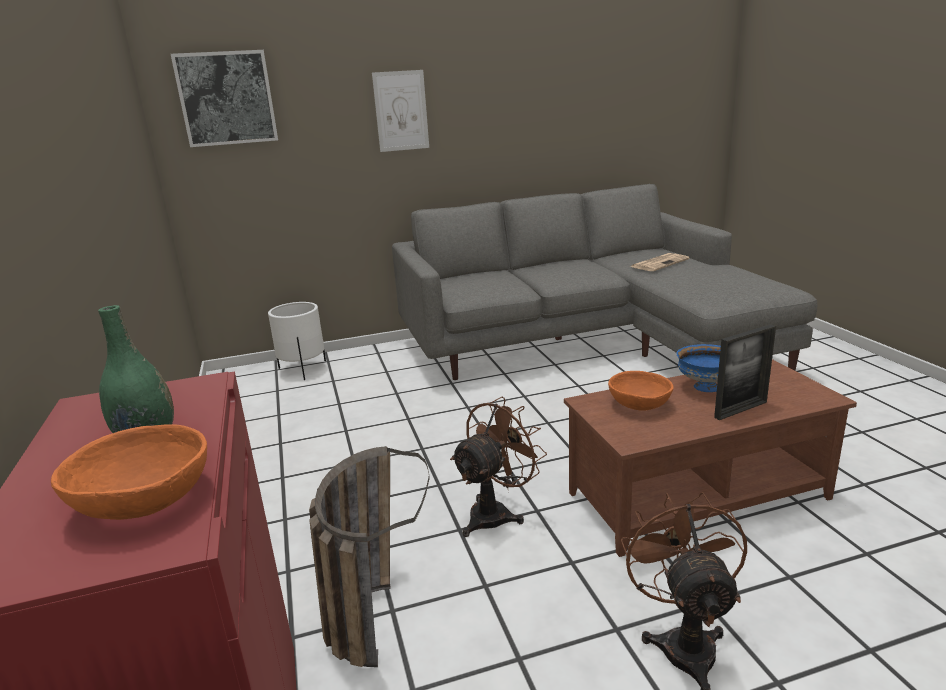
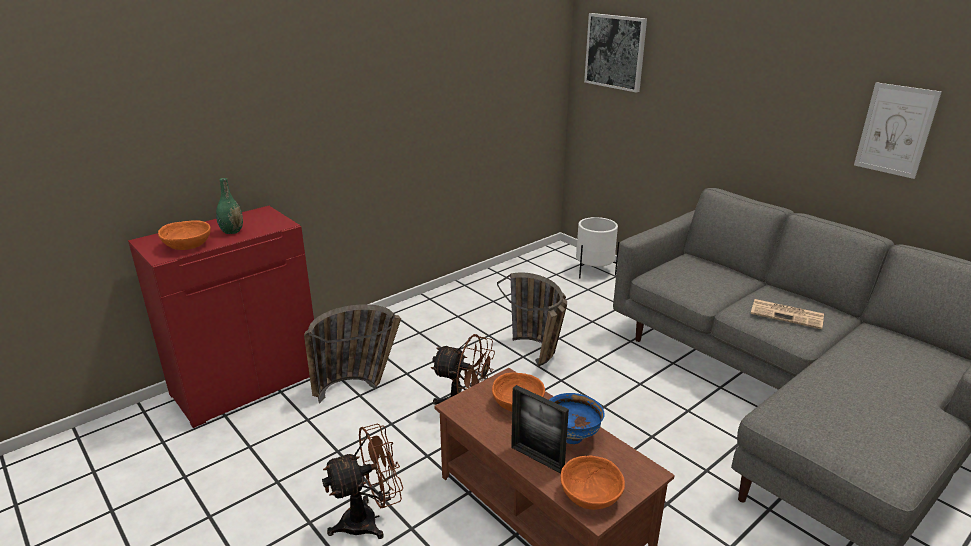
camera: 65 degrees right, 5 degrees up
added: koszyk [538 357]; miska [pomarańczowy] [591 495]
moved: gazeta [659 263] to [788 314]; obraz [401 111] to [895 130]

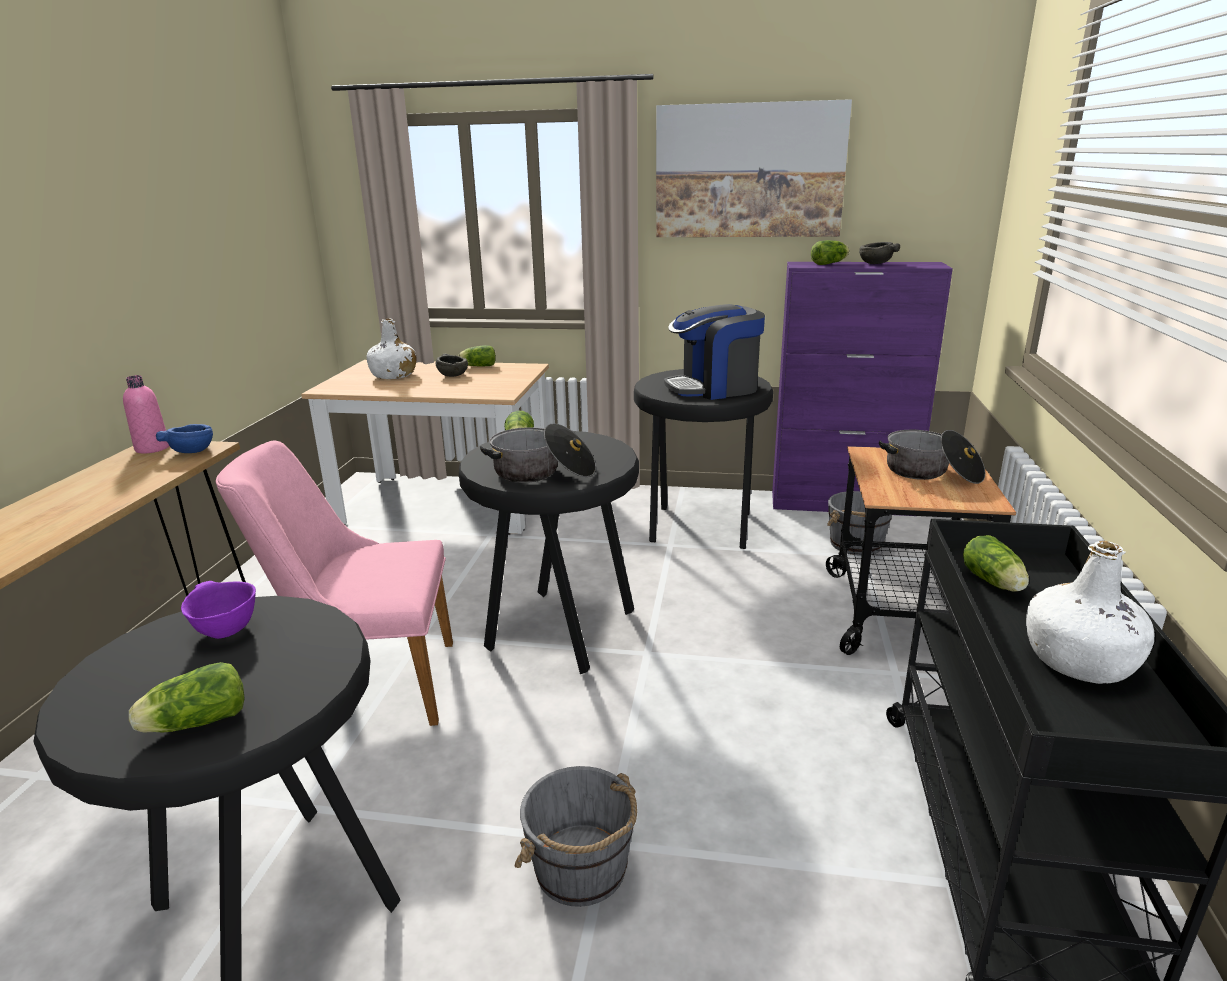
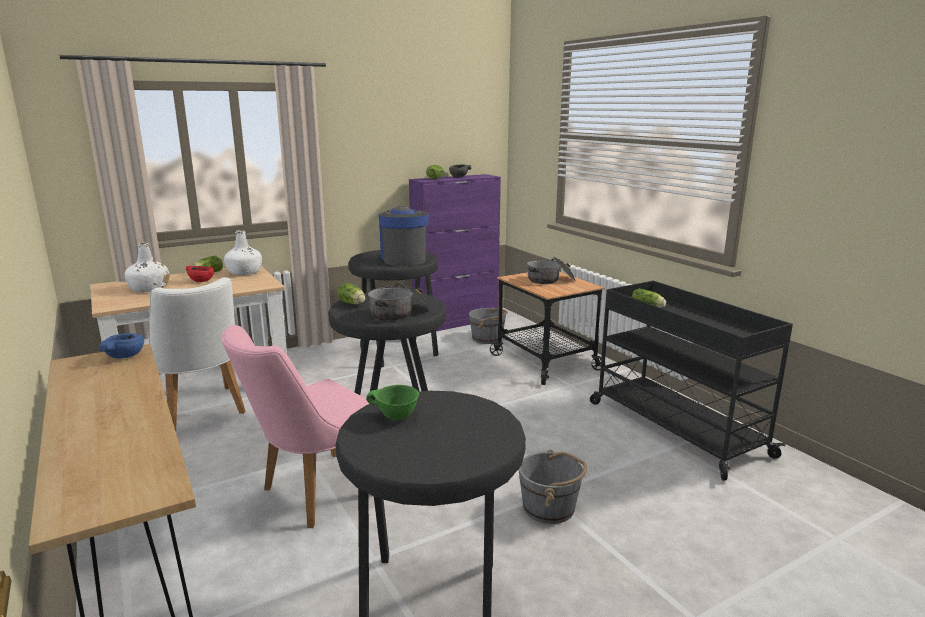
camera: 40 degrees left, 5 degrees down
removed: butelka [różowy] [152 448]; sałata [193 723]; obraz [749 171]
added: krzesło [biały] [201 412]
moved: butelka [biały] [1080 661] to [245 272]
recoloured: miska [szary] [453 375] to miska [czerwony] [201 281]; miska [fioletowy] [224 631] to miska [zielony] [396 417]
turned: ekspres do kawy [714 388] = [403 258] 135 degrees clockwise

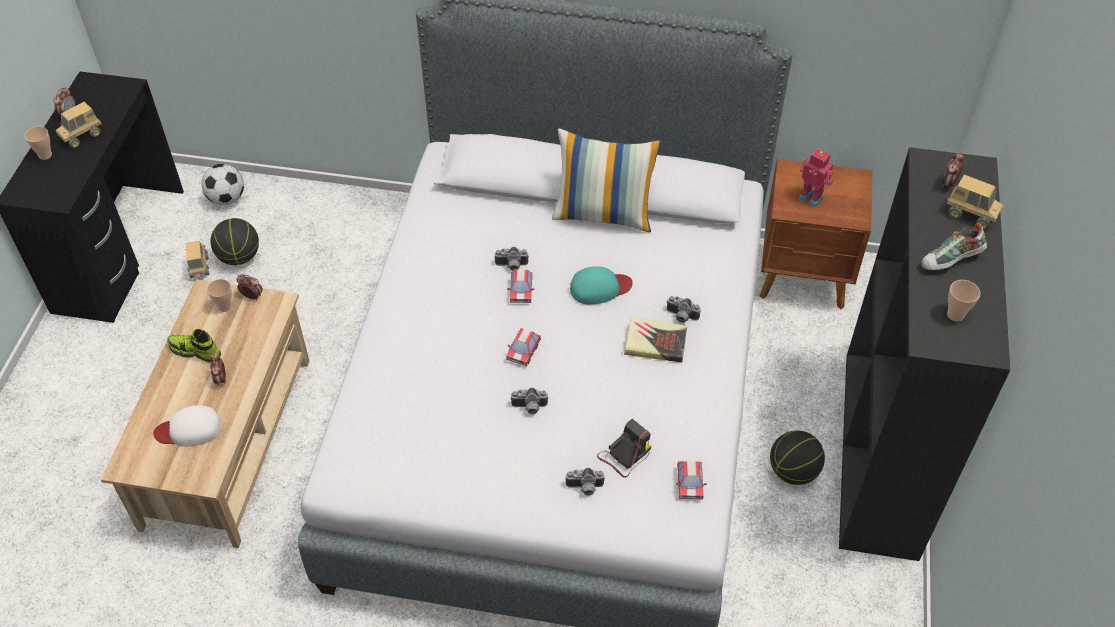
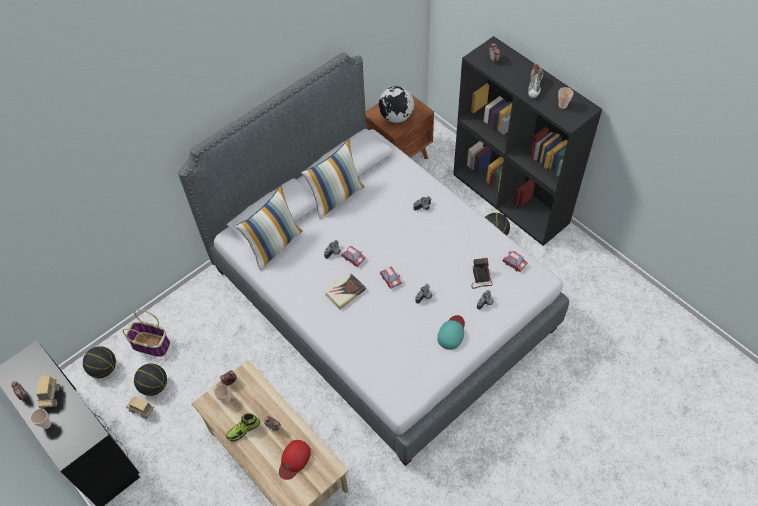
camera: 50 degrees left, 5 degrees up
removed: ciężarówka zabawkowa [970 215]
added: koszyk [151 344]; poduszka [274 245]
moved: książka [655 343] to [345 292]; czapka z daszkiem [turkusowy] [600 288] to [452 333]
replaced: piłka futbolowa [227 198] to piłka do koszykówki [104 369]; robot zabawkowy [811 197] to globus [396 117]
recoloured: czapka z daszkiem [biały] [189 429] to czapka z daszkiem [czerwony] [294 460]

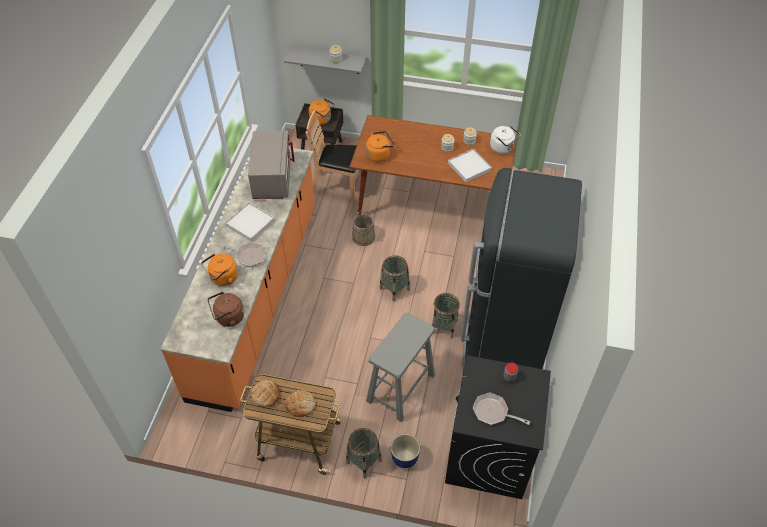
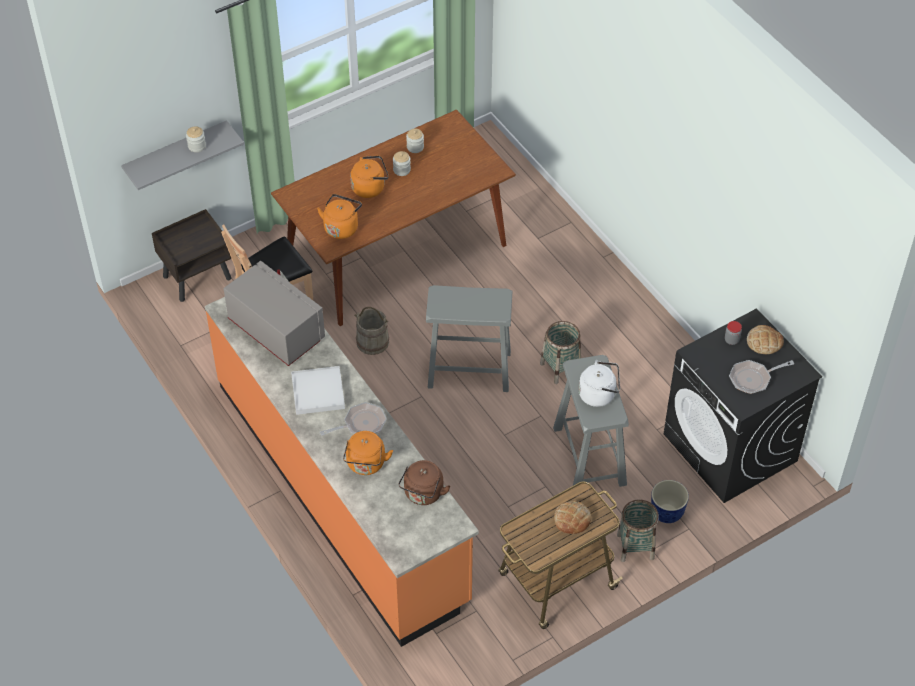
camera: 45 degrees left, 0 degrees up
removed: taca [biały] [469 167]; lodówka [czarny] [502 347]
moved: czajnik [pomarańczowy] [322 119] to [370 187]; czajnik [biały] [503 148] to [599 394]; chleb [266 395] to [764 342]
replaced: koszyk [394 289] to stołek [szary] [470 369]

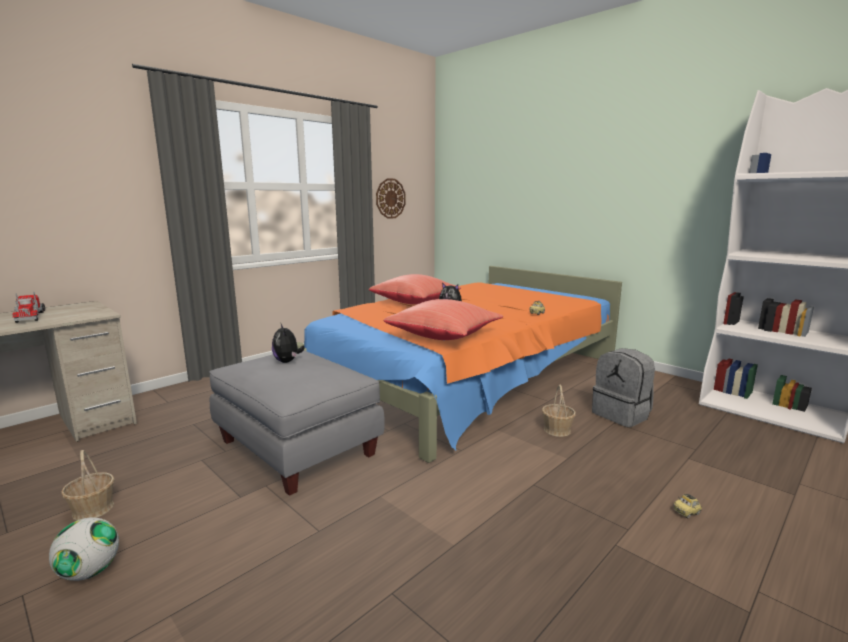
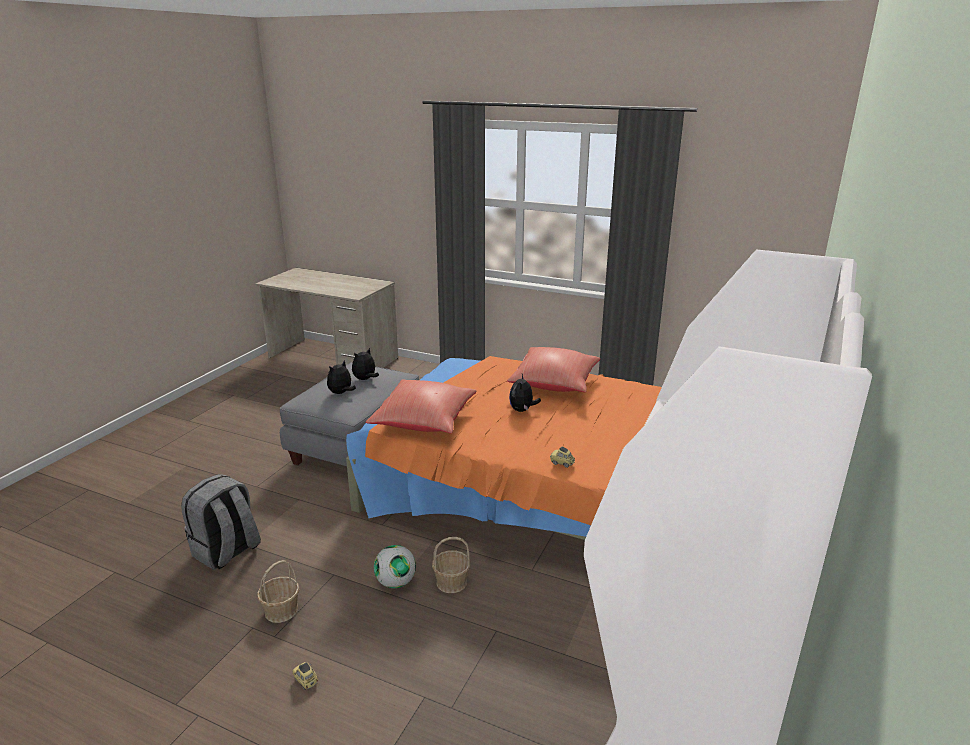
camera: 70 degrees right, 10 degrees up
removed: ciężarówka zabawkowa [31 316]; zegar ścienny [390 198]
added: pluszak [341 393]
moved: plecak [szary] [621 415] to [227 552]; koszyk [93 509] to [281 610]; piłka futbolowa [90 572] to [395 582]

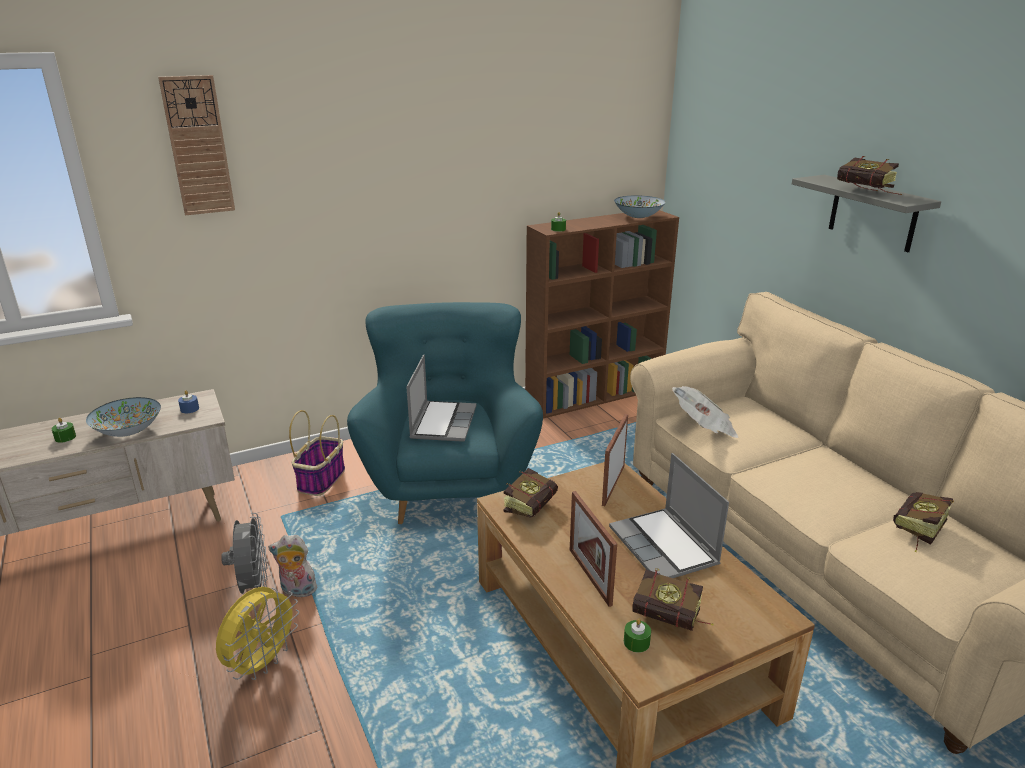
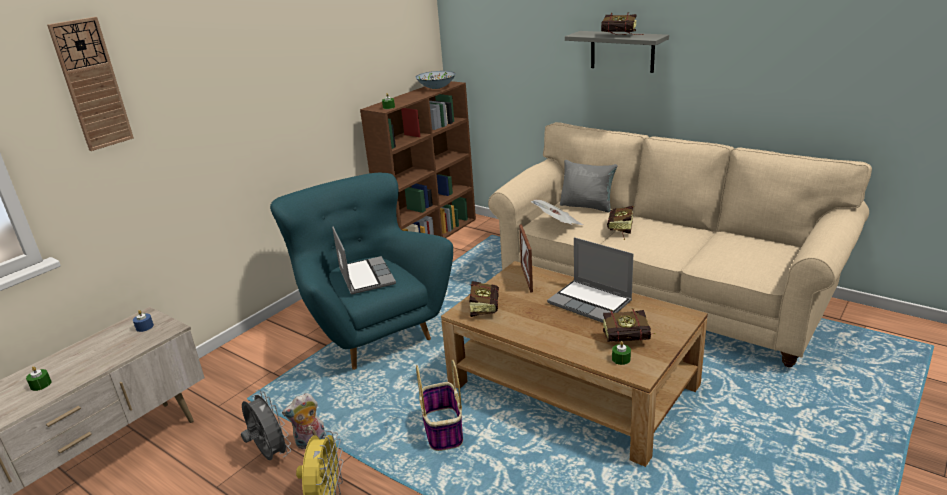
camera: 25 degrees left, 0 degrees up
removed: miska [128 431]; ramka na zdjęcie [589 576]
added: poduszka [szary] [587 206]
moved: koszyk [321 479] to [443 429]; książka [916 532] to [620 231]

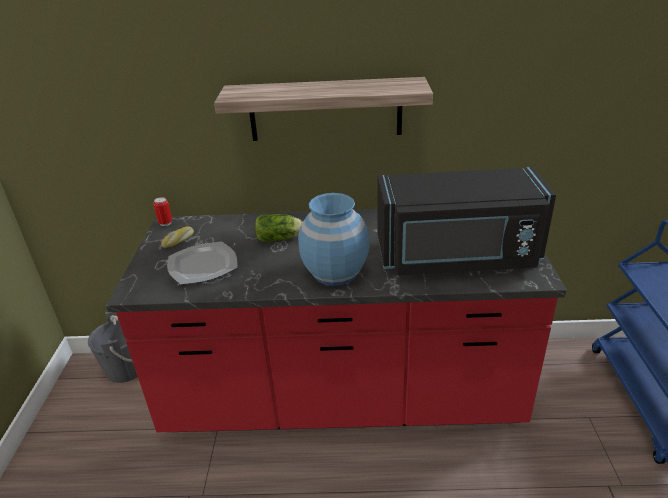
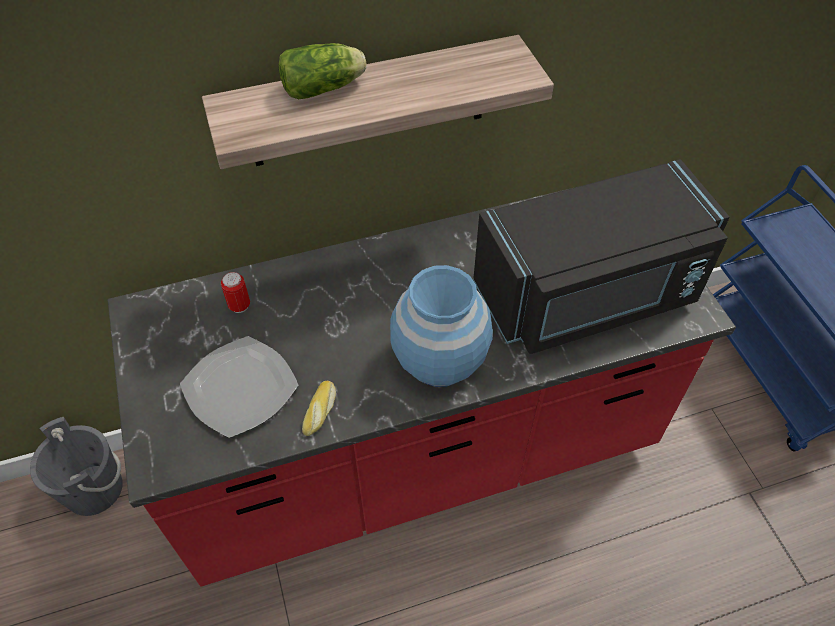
camera: 20 degrees left, 20 degrees up
moved: puszka [165 223] to [239 306]; sałata [281 238] to [325 88]; chleb [179 240] to [321 411]

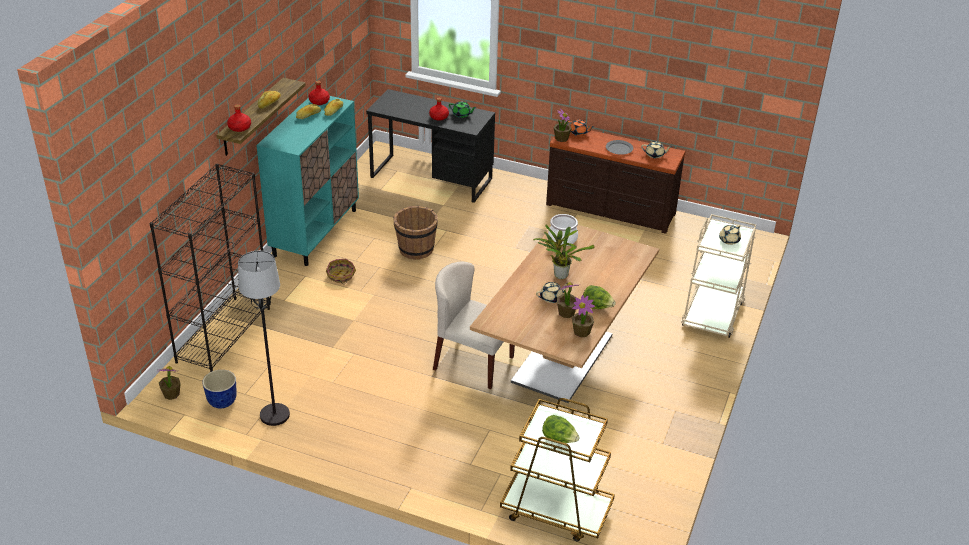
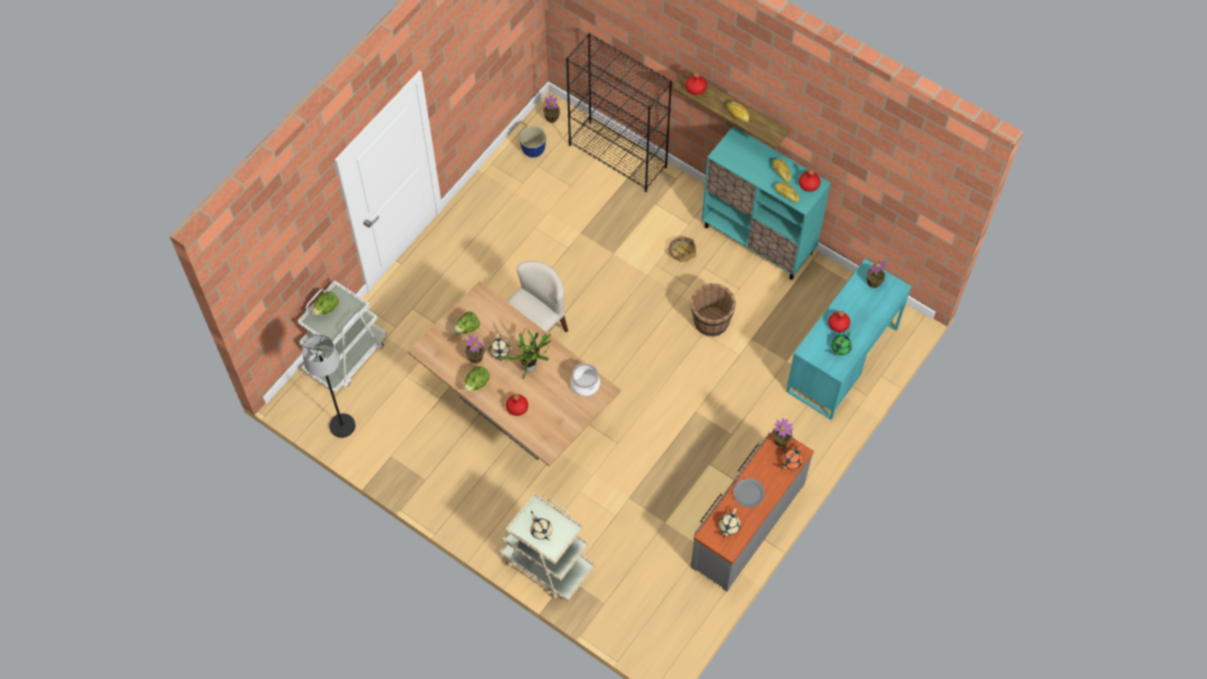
camera: 105 degrees right, 25 degrees up
added: sałata [467 328]; butelka [czerwony] [517 407]
moved: lampa stojąca [czarny] [274 415] to [342 425]; roślina doniczkowa [581 332] to [873 282]
recoloured: wózek [brązowy] [556 510] to wózek [biały] [346 356]; komoda [brązowy] [610 210] to komoda [szary] [746 524]; biurko [czarny] [431 178] to biurko [turkusowy] [841 359]

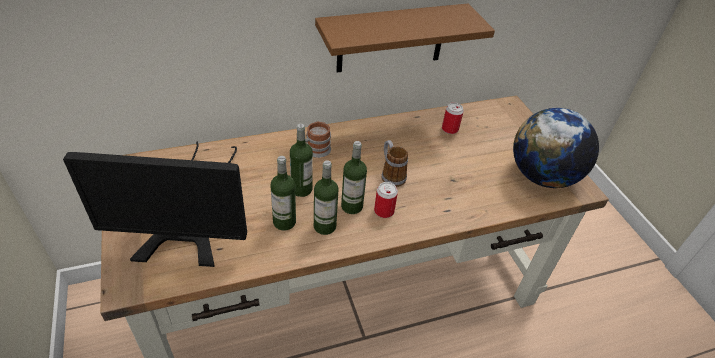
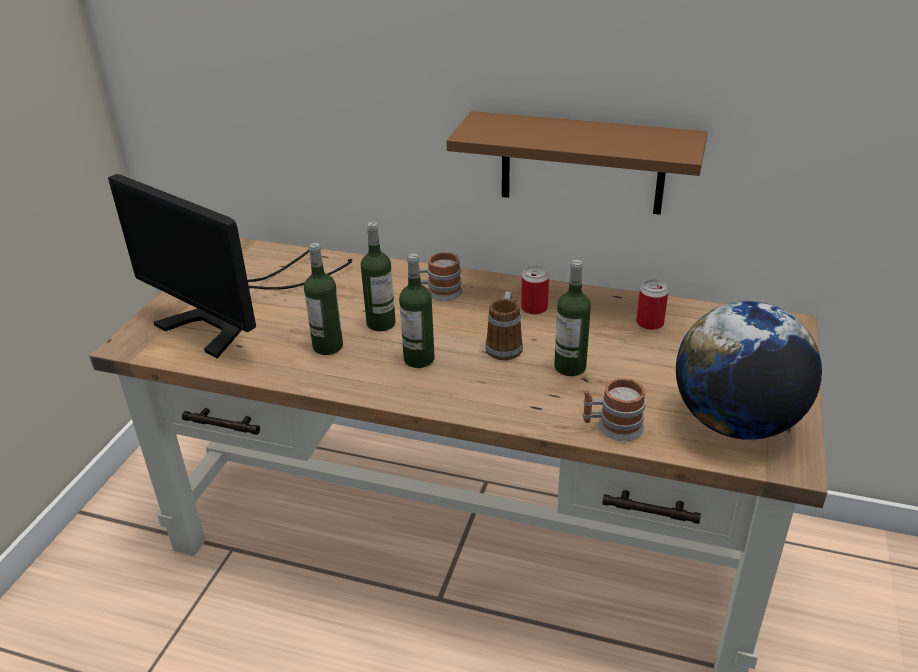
camera: 40 degrees right, 10 degrees down
added: kubek [612 427]
moved: puszka [384 211] to [534 308]; butelka [324 226] to [570 367]

